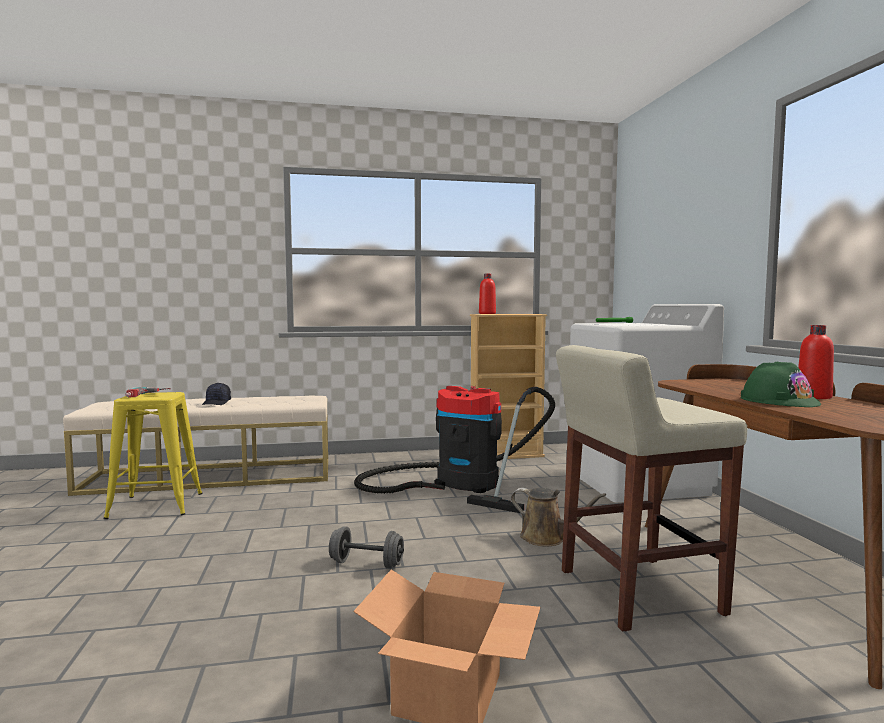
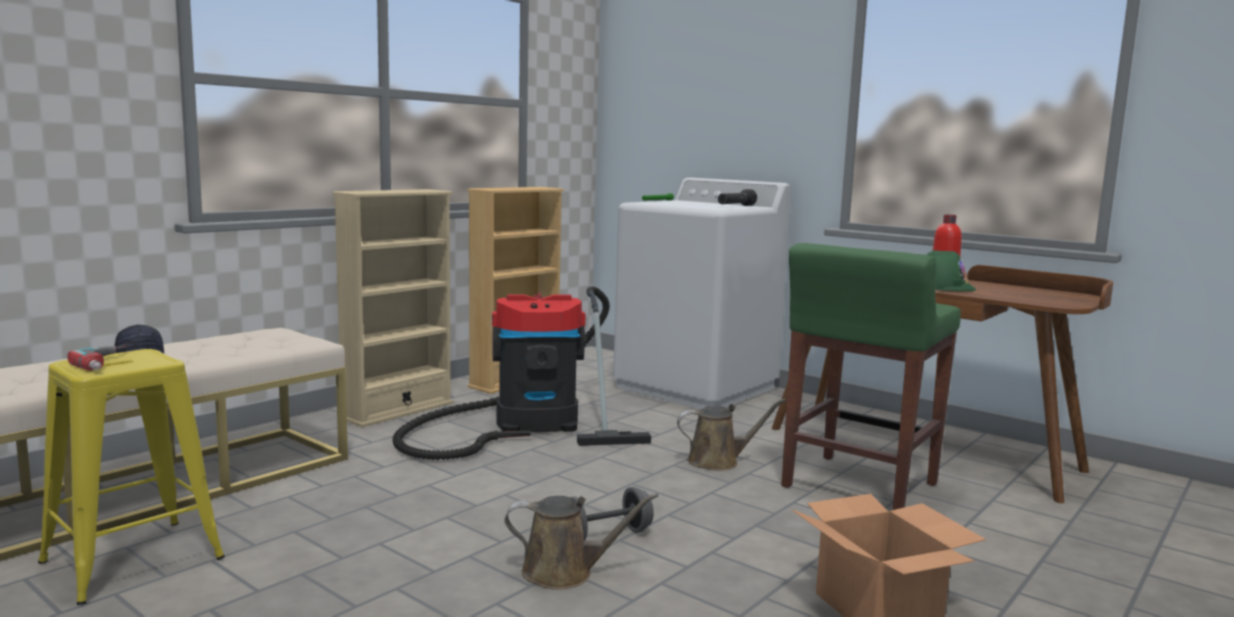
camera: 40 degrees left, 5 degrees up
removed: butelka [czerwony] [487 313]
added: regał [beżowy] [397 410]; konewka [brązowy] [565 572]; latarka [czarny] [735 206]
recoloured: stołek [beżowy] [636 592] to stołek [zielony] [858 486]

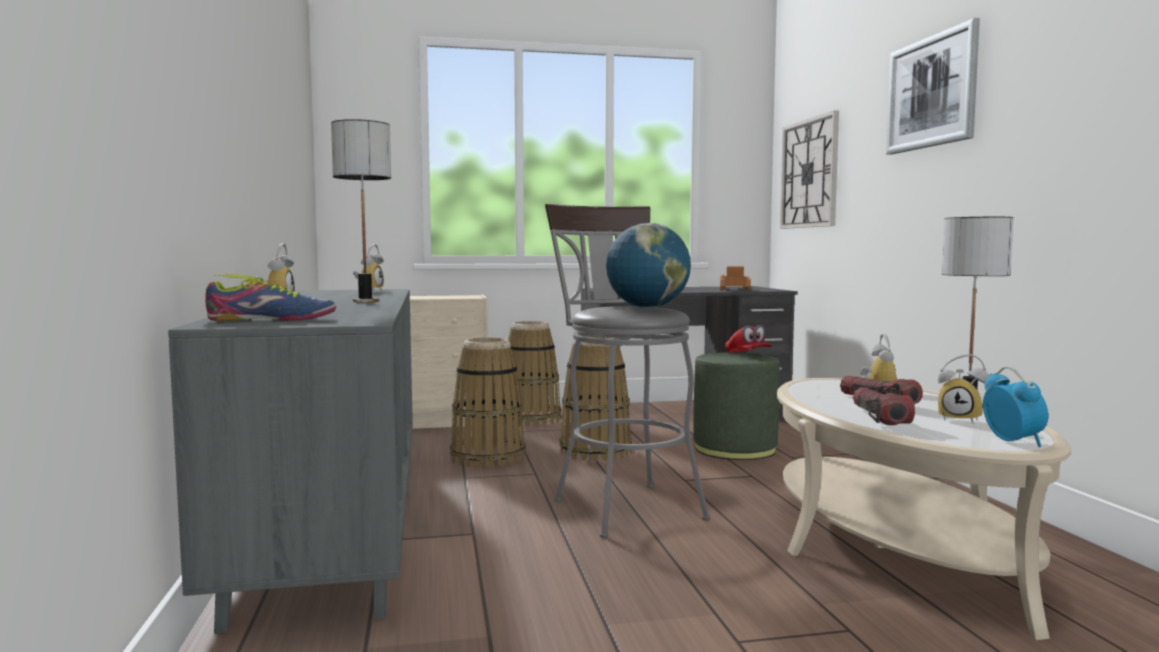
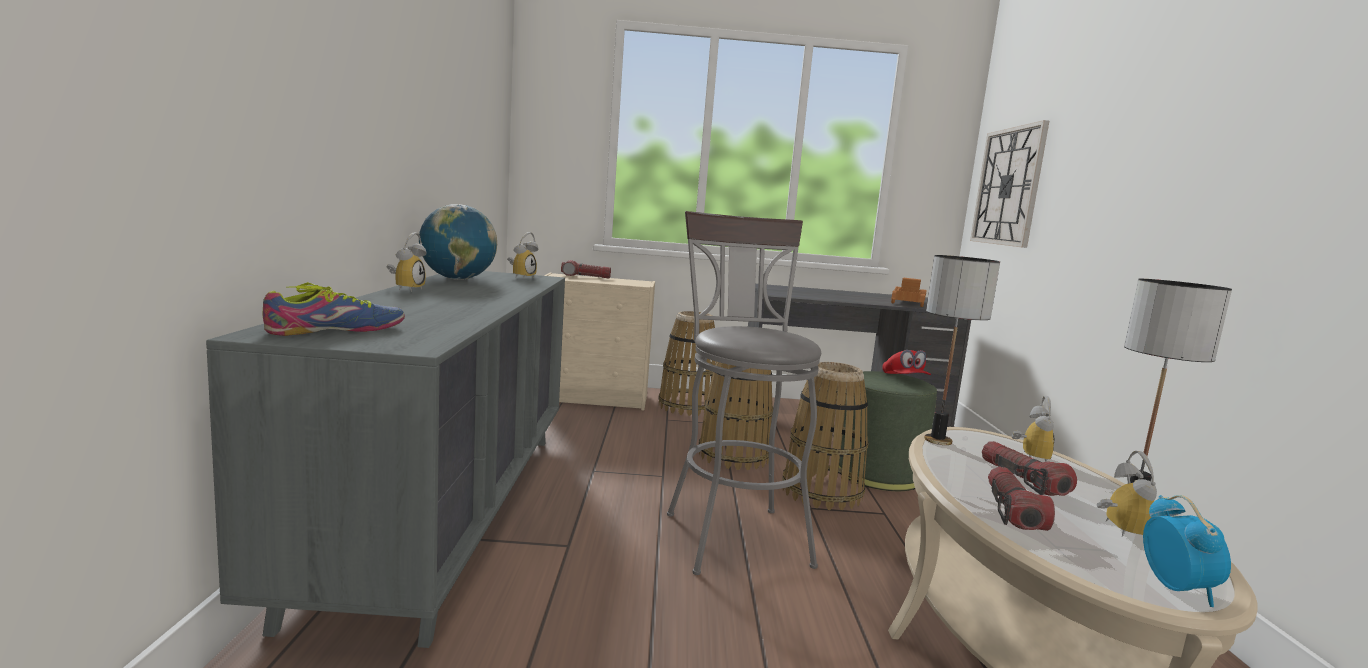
camera: 10 degrees right, 5 degrees up
removed: obraz [931 92]
added: latarka [585 277]
moved: globus [647 308] to [457 279]; koszyk [488 458] to [822 492]; lampa stołowa [366 301] to [937 440]
turned: but [271 319] = [336 330] 45 degrees counterclockwise; budzik [960 419] = [1116 529] 120 degrees counterclockwise

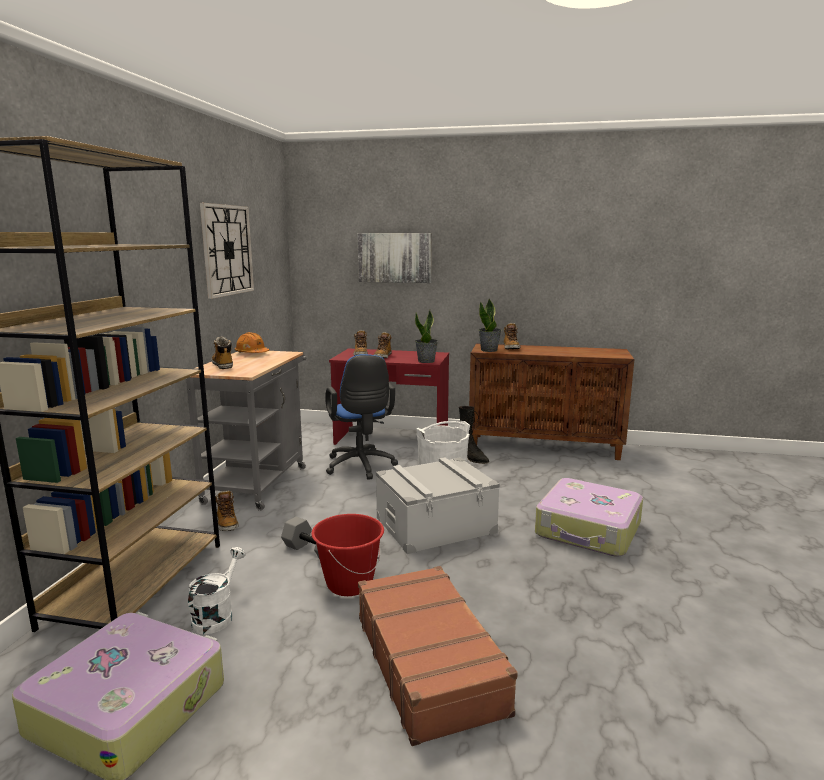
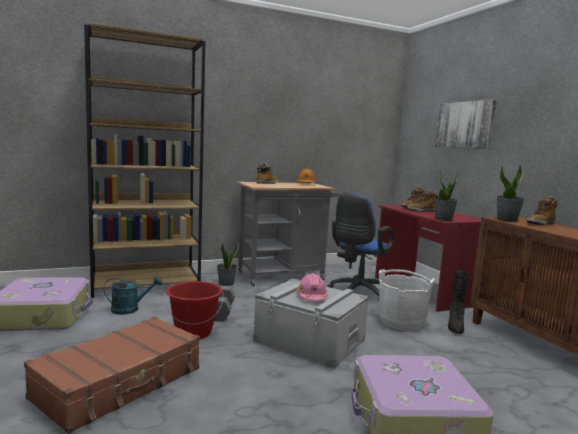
camera: 55 degrees right, 5 degrees down
removed: zegar ścienny [227 250]
added: kask [różowy] [311 297]
replaced: but z cholewką [227 523] to roślina doniczkowa [226 283]
recoloured: konewka [biały] [217 615] to konewka [turkusowy] [130 309]

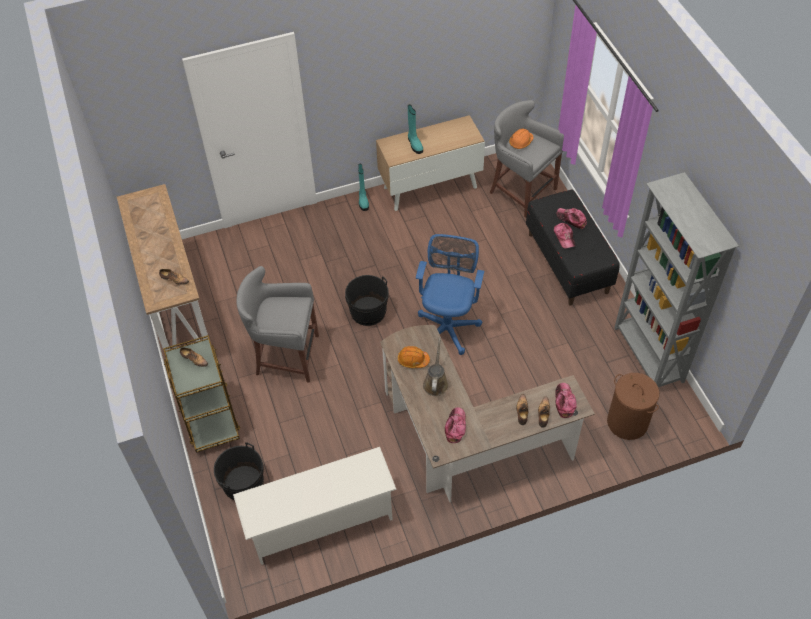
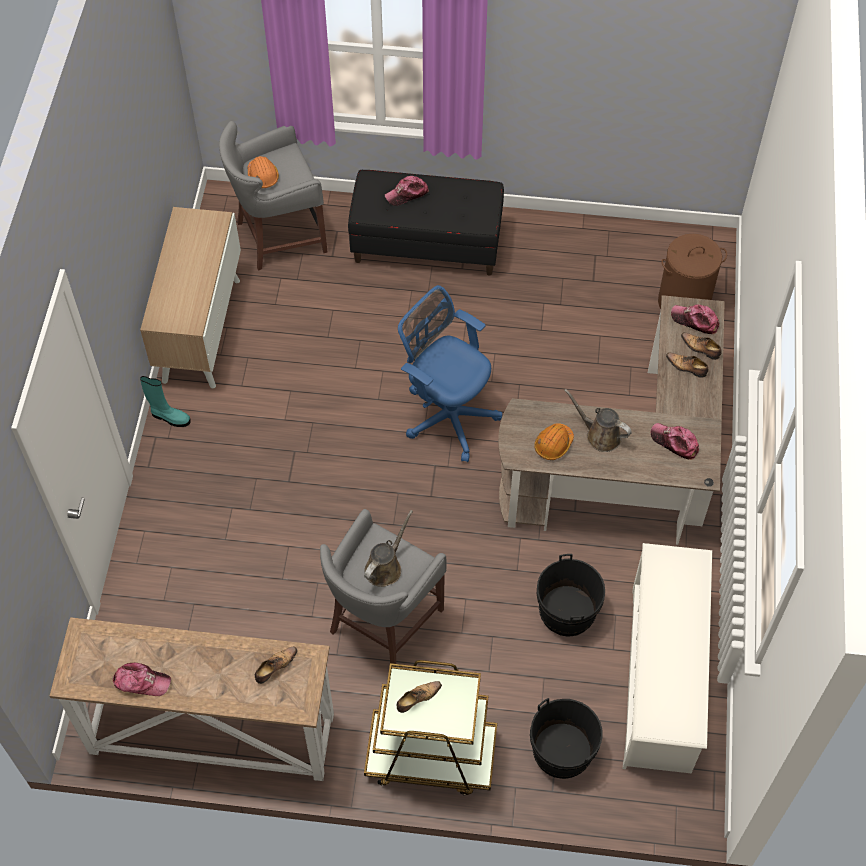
camera: 65 degrees left, 5 degrees up
removed: but z cholewką [turkusowy] [414 144]; regał [szary] [648 355]
added: konewka [brązowy] [385 567]
moved: czapka z daszkiem [564 237] to [141 682]; wiadro [czarny] [368 311] to [567 611]

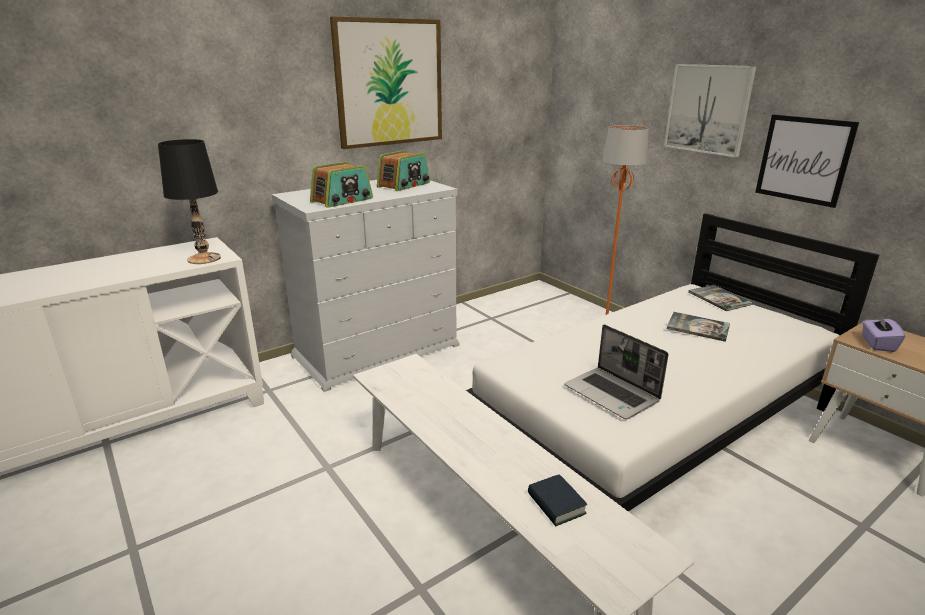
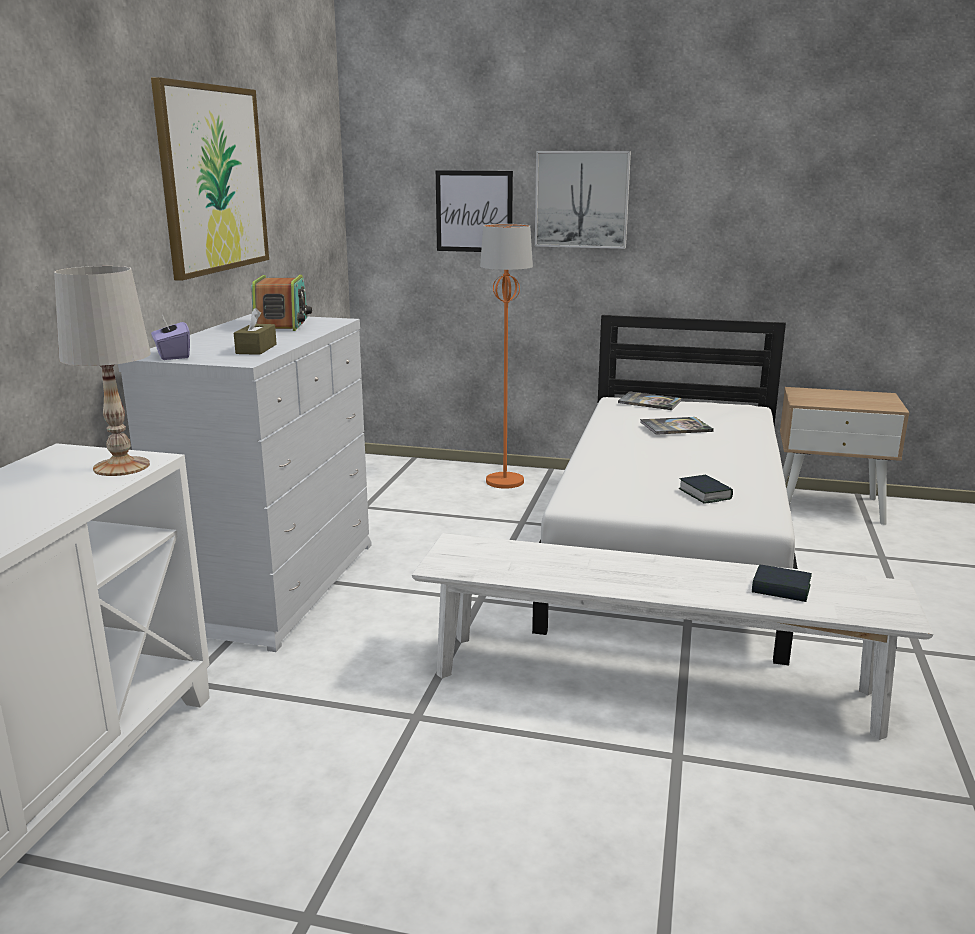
camera: 40 degrees left, 5 degrees down
moved: pudełko chusteczek [fioletowy] [877 344] to [172 355]; obraz [803 160] to [474 211]
replaced: radio [342 200] to pudełko chusteczek [brązowy] [256 349]; laptop [613 394] to książka [705 494]
recoloured: lampa stołowa [czarny] [204 258] to lampa stołowa [biały] [122 466]

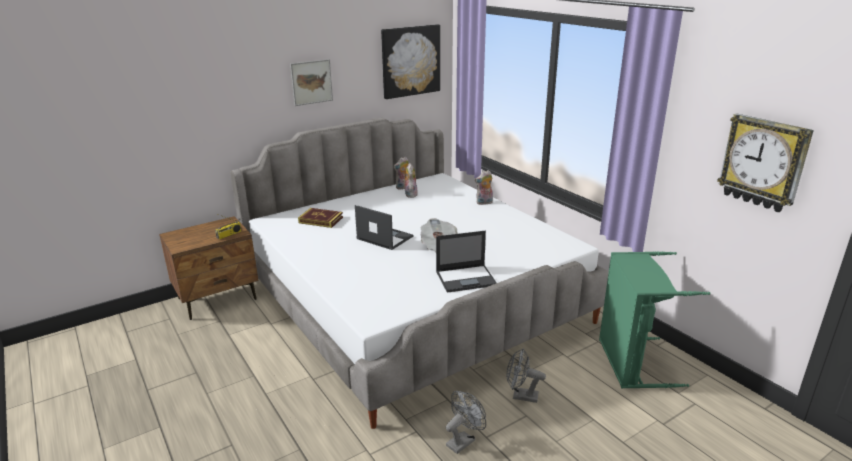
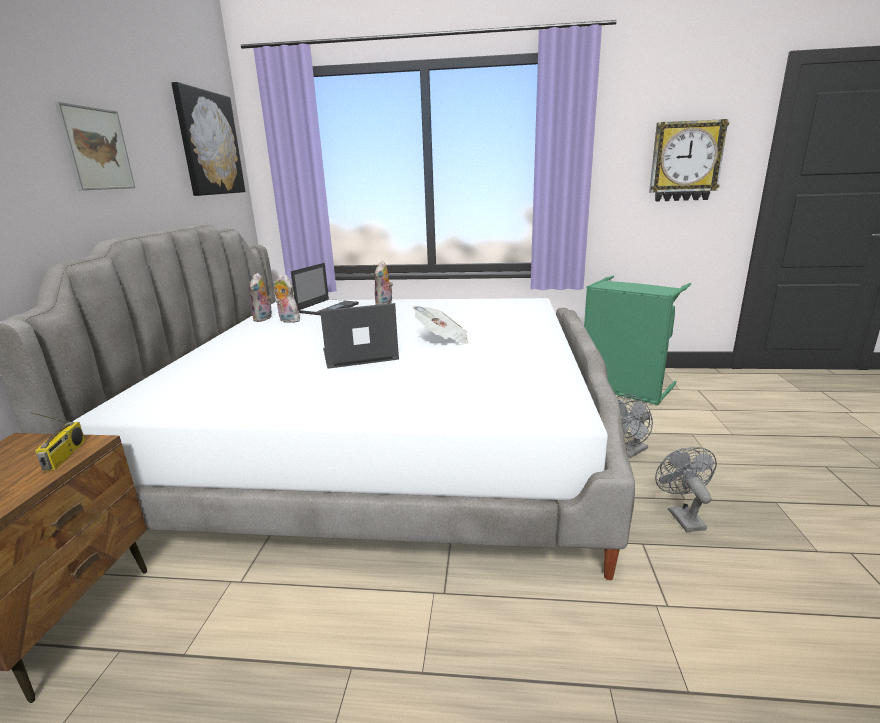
camera: 50 degrees left, 5 degrees down
removed: książka [321 220]
moved: laptop [466 278] to [328 308]

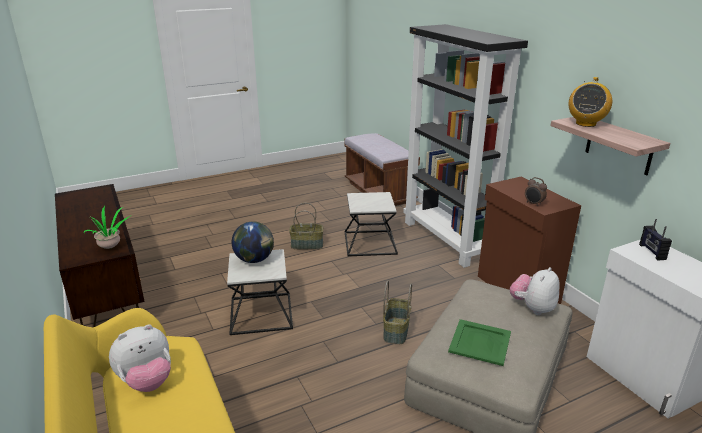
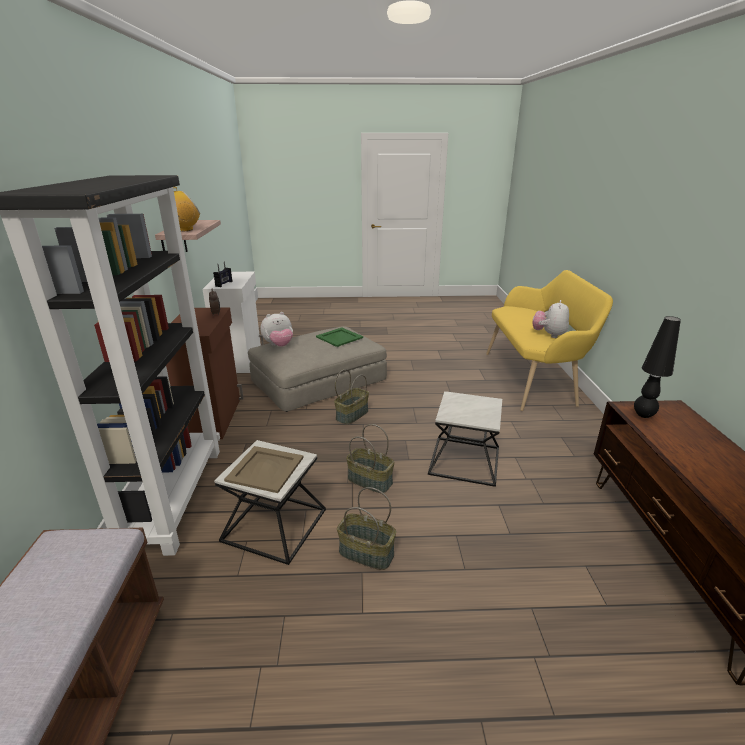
camera: 155 degrees left, 0 degrees up
removed: globus [254 260]
added: taca [beżowy] [265 468]; koszyk [370 480]
replaced: roślina doniczkowa [111 246] to lampa stołowa [czarny] [643 415]
turned: pluszak [147 381] = [549 335] 60 degrees counterclockwise

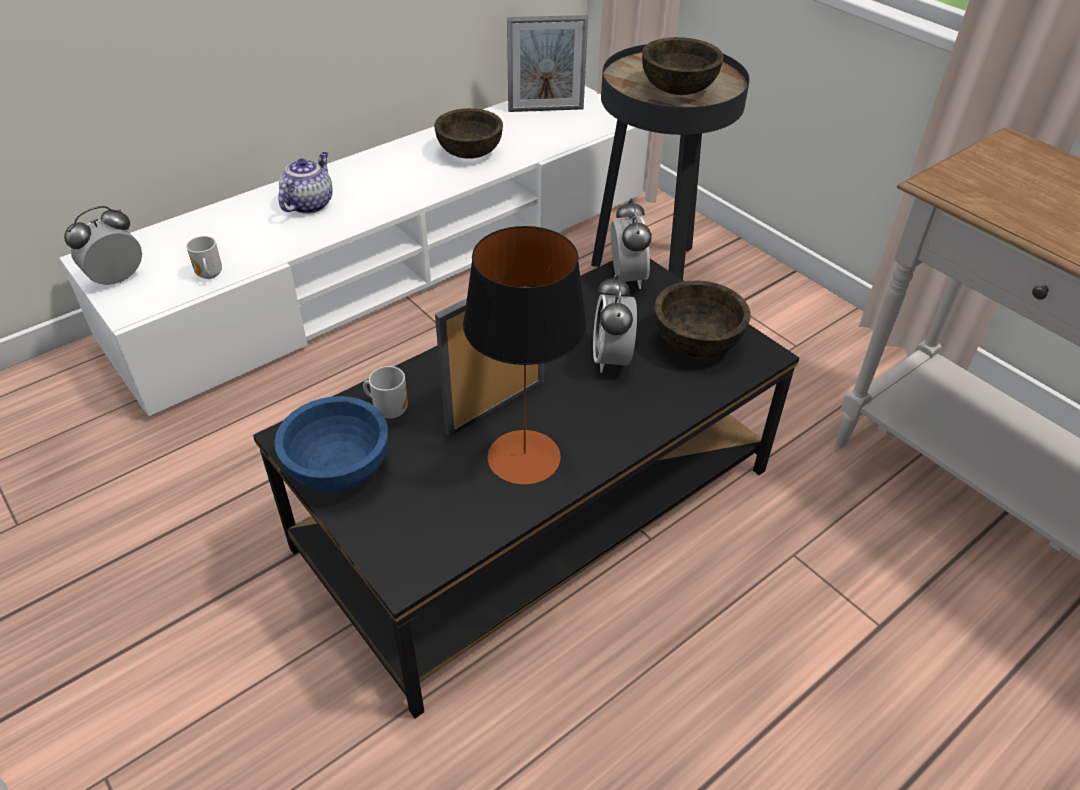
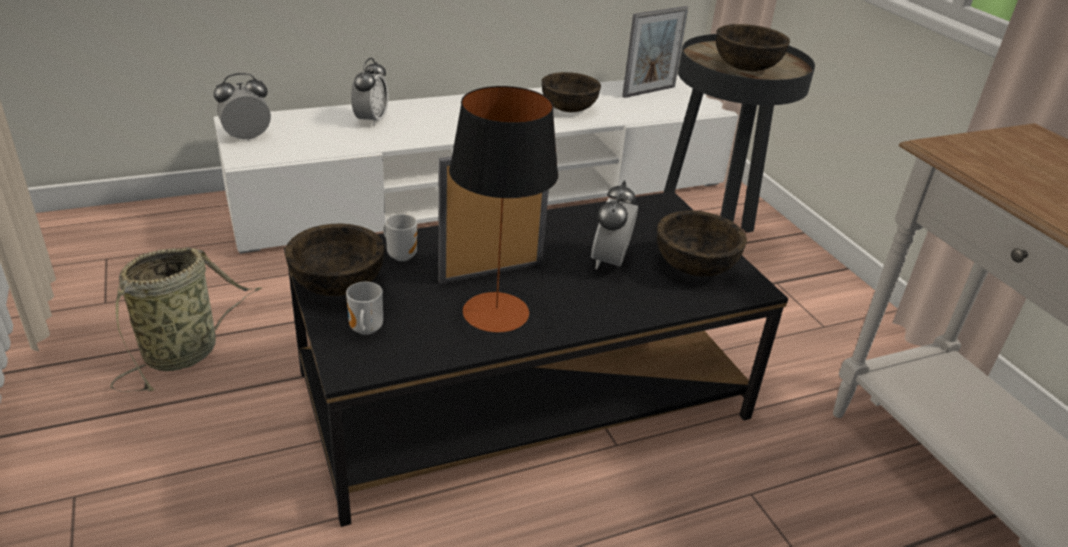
camera: 15 degrees right, 10 degrees down
removed: imbryk [309 204]
added: koszyk [185 352]
moved: kubek [208 276] to [364 331]; budzik [626 278] to [371 120]
recoloured: miska [niebieski] [338 469] to miska [brązowy] [337 284]
turned: ramka na zdjęcie [545 109] = [649 91] 45 degrees counterclockwise

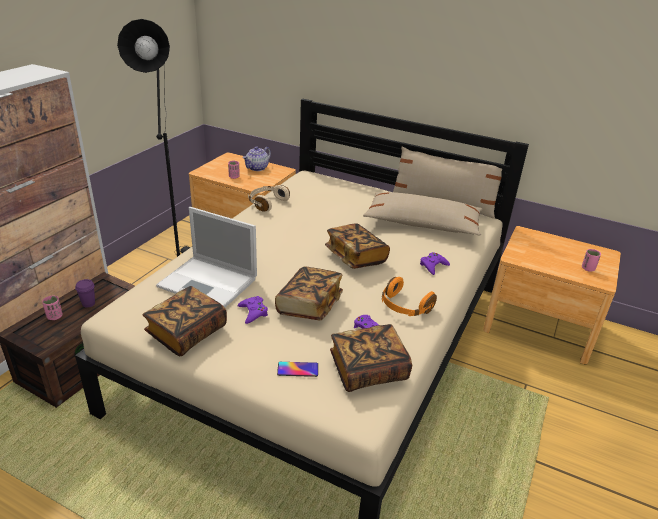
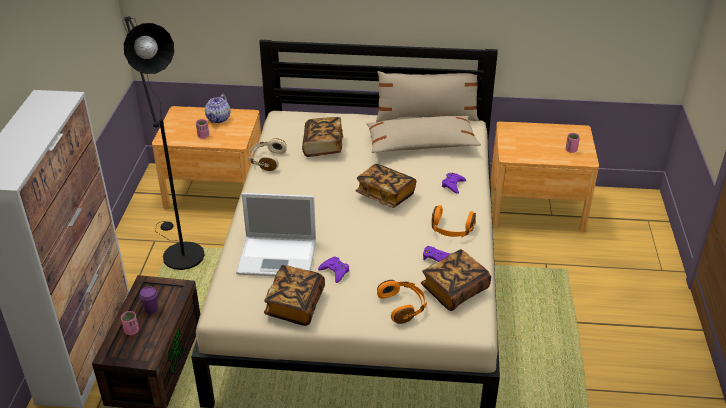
camera: 20 degrees left, 5 degrees up
moved: książka [309 305] to [323 146]
replaced: telefon [297 369] to słuchawki [pomarańczowy] [403 306]

